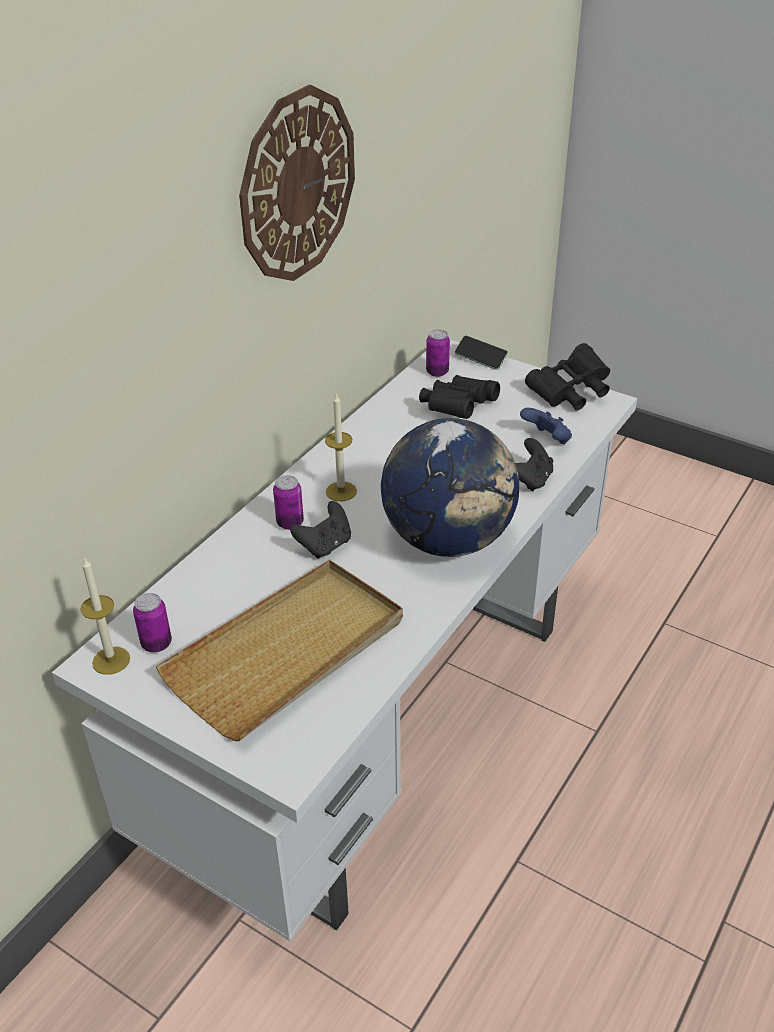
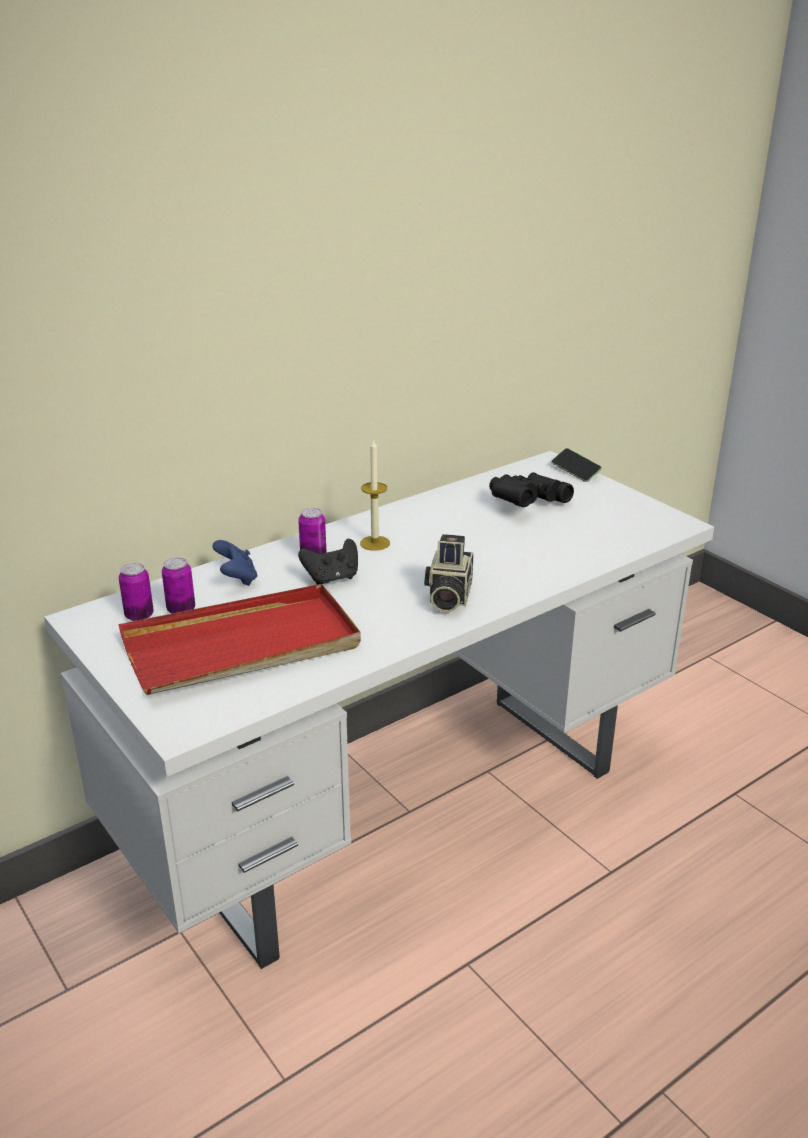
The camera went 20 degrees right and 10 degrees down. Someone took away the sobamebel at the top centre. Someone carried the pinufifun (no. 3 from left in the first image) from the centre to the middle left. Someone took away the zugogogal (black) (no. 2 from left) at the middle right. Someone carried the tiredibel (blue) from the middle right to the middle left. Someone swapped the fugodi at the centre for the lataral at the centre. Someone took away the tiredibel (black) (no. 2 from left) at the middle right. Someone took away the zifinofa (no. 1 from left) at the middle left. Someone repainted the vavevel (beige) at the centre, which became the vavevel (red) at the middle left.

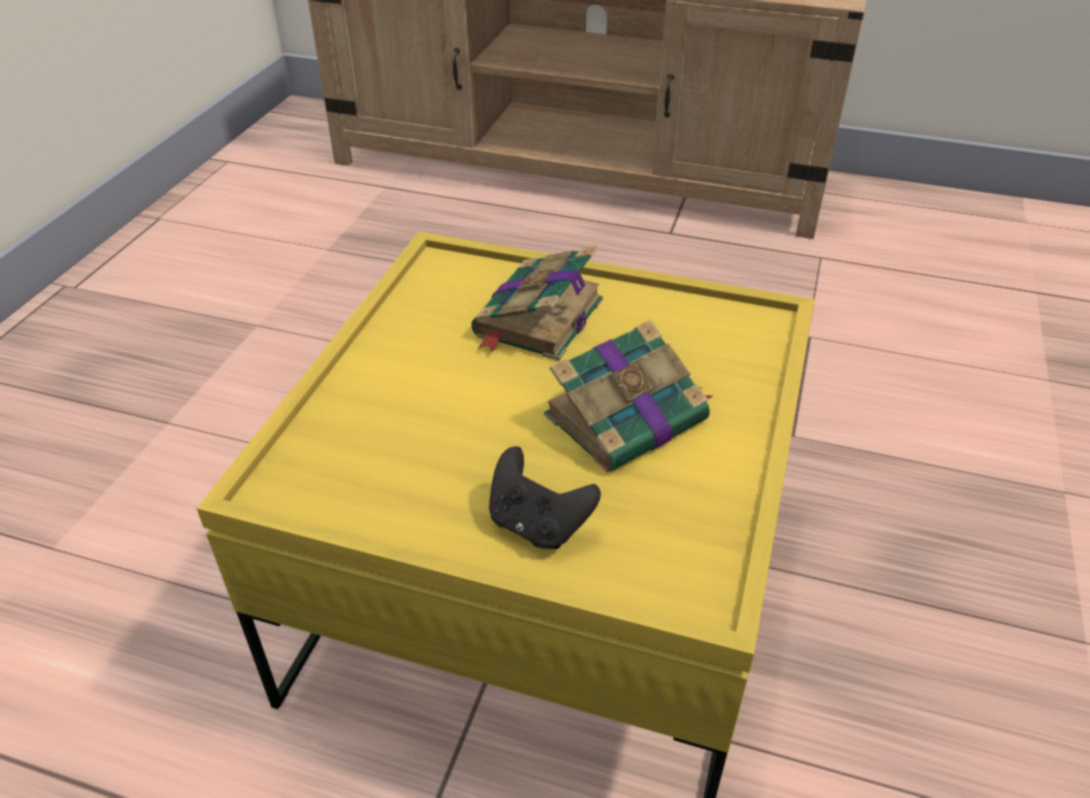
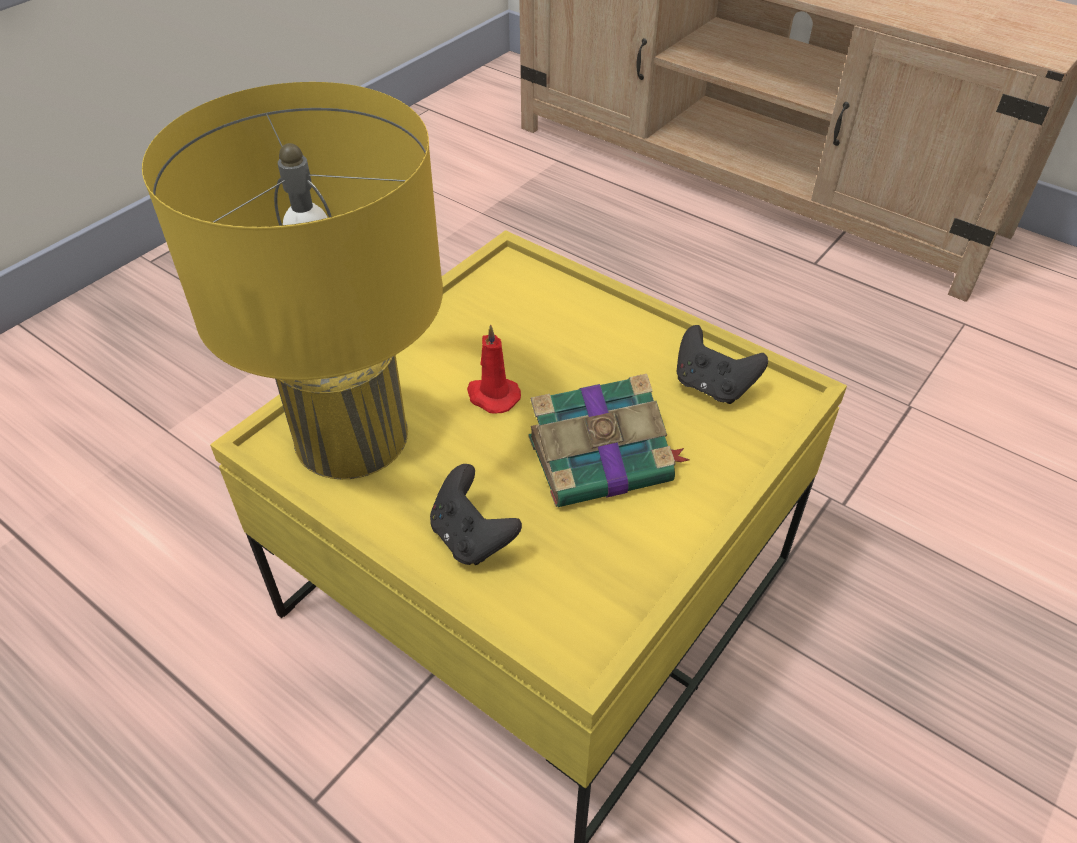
The camera went 20 degrees right and 5 degrees up. Someone took away the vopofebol (no. 1 from left) at the centre. Someone put down the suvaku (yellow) at the top left. Someone put down the zifinofa (red) at the centre. Someone put down the tiredibel (black) (no. 2 from left) at the middle right.

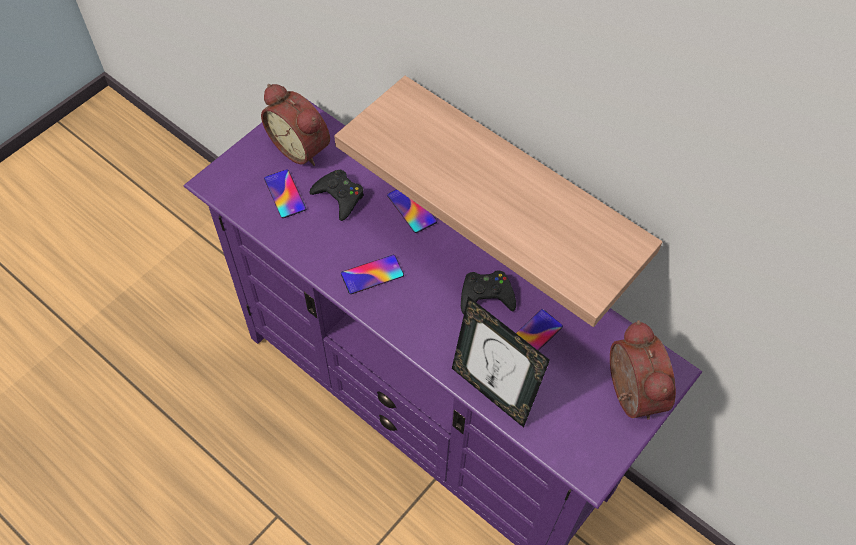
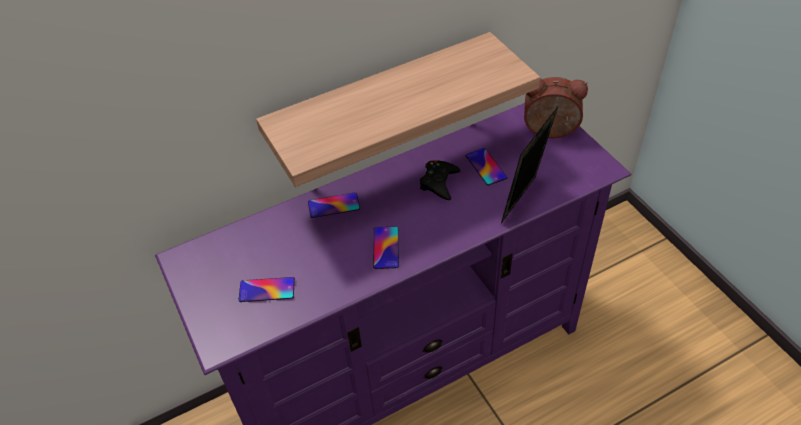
The camera went 65 degrees left and 10 degrees down. Someone took away the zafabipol (no. 1 from left) at the top centre. Someone took away the tiredibel (black) (no. 1 from left) at the centre. Someone rotated the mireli at the centre by 150 degrees clockwise.

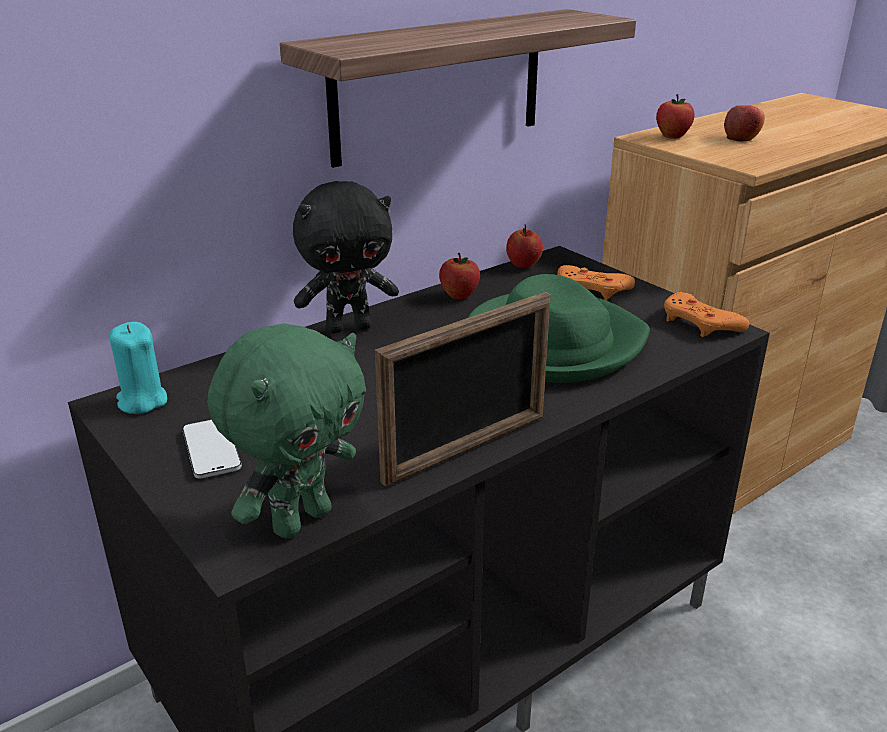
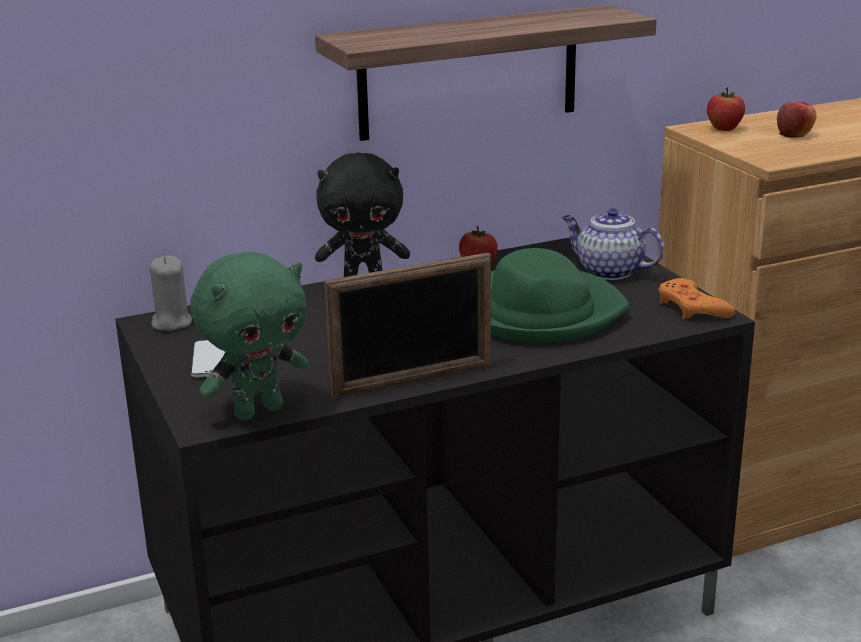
The camera went 15 degrees right and 5 degrees down. Someone took away the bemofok (no. 2 from left) at the centre. Someone swapped the tiredibel (orange) (no. 1 from left) at the middle right for the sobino at the middle right. Someone repainted the zifinofa (turquoise) at the middle left, which became the zifinofa (grey) at the middle left.

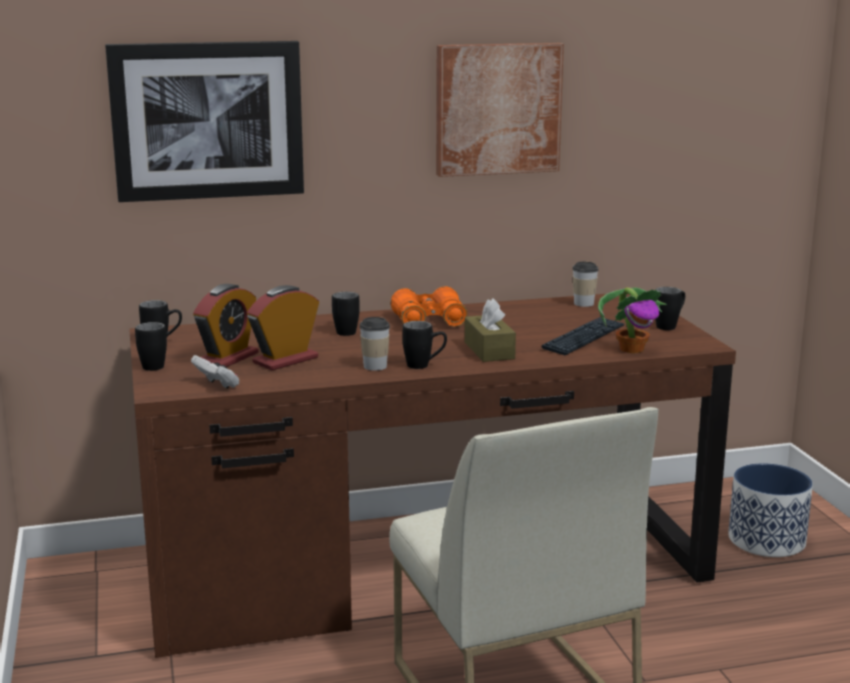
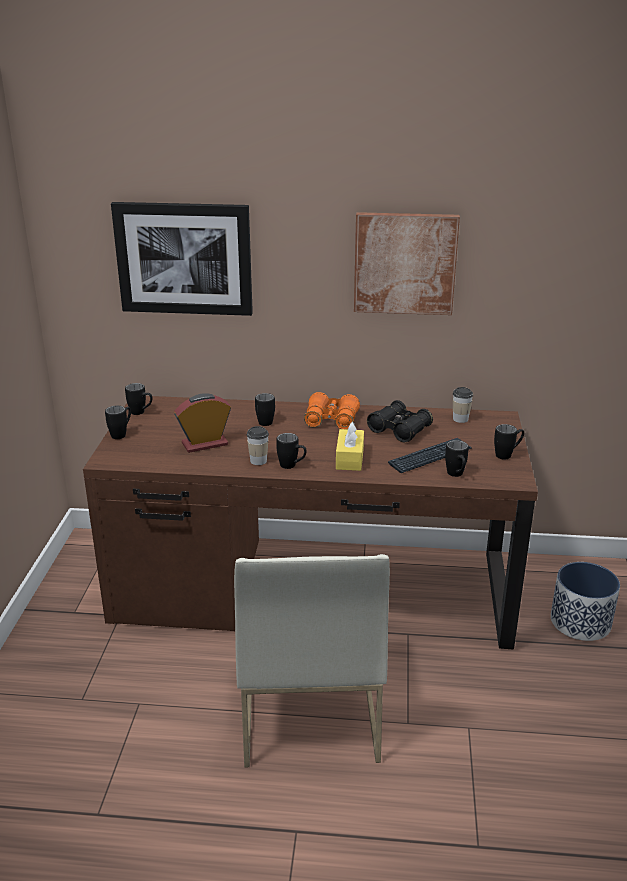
The camera went 20 degrees right and 10 degrees up. Someone took away the zafabipol (no. 1 from left) at the middle left. Someone swapped the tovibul at the middle right for the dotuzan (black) (no. 5 from left) at the middle right. Someone repainted the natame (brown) at the centre, which became the natame (yellow) at the centre. Someone took away the tiredibel (white) at the middle left. Someone put down the zugogogal (black) at the centre.

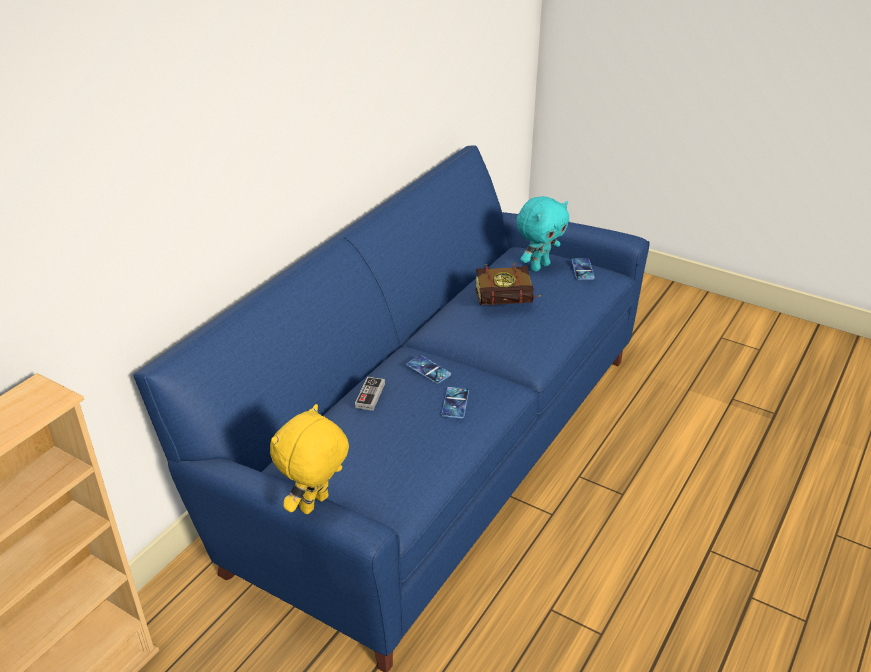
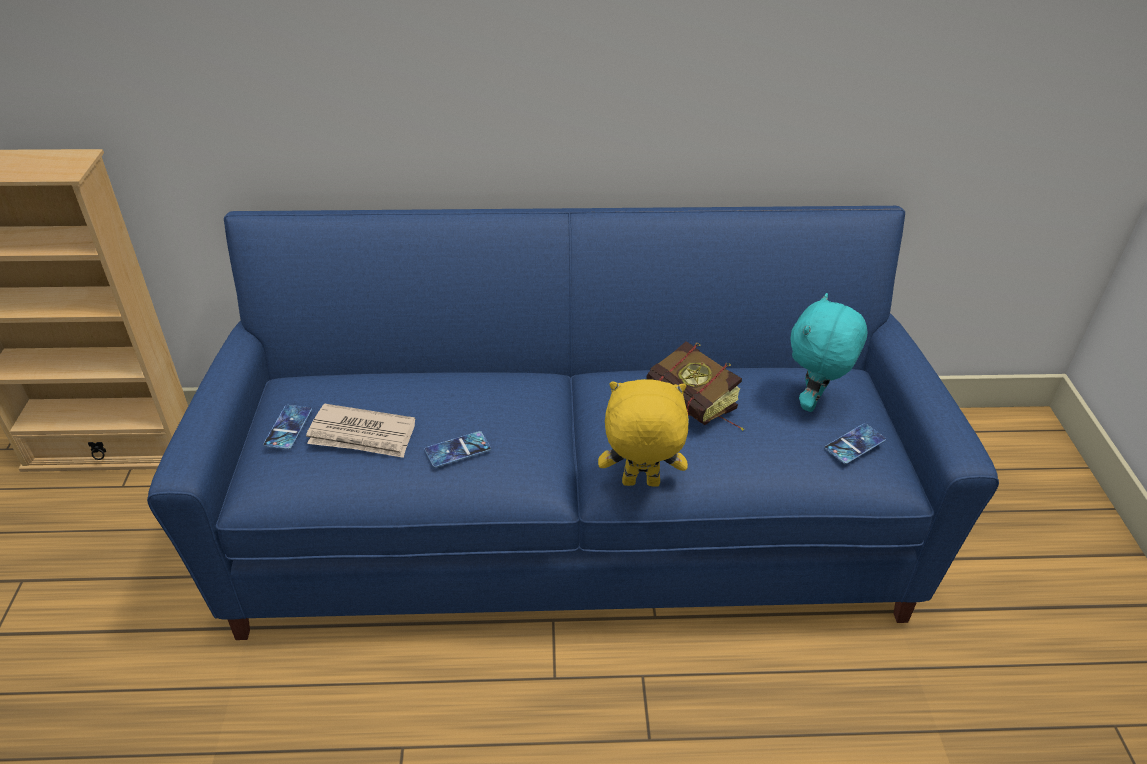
The camera went 55 degrees right and 5 degrees up. Someone rotated the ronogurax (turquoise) at the centre by 105 degrees clockwise. Someone carried the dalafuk (no. 1 from left) from the centre to the middle left. Someone took away the tiredibel at the centre. Someone carried the ronogurax (yellow) from the bottom centre to the centre. Someone put down the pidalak at the middle left.

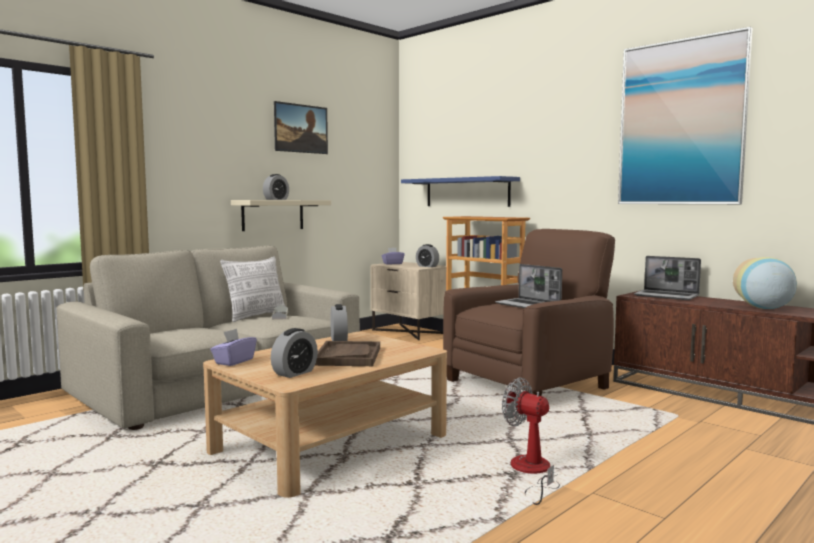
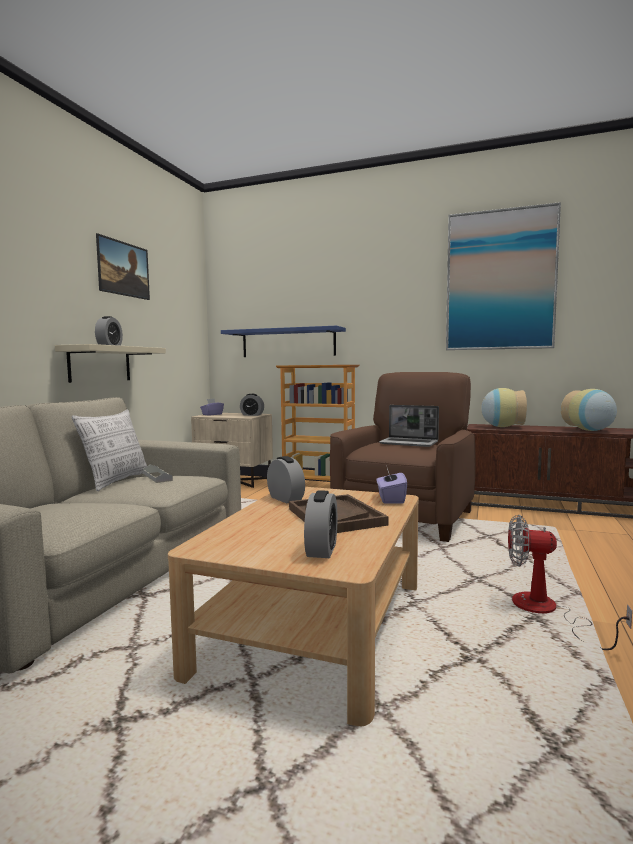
The camera went 25 degrees left and 0 degrees up. Someone swapped the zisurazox (no. 2 from left) at the middle right for the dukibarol (no. 1 from left) at the middle right. Someone carried the natame (purple) (no. 1 from left in the first image) from the middle left to the centre.

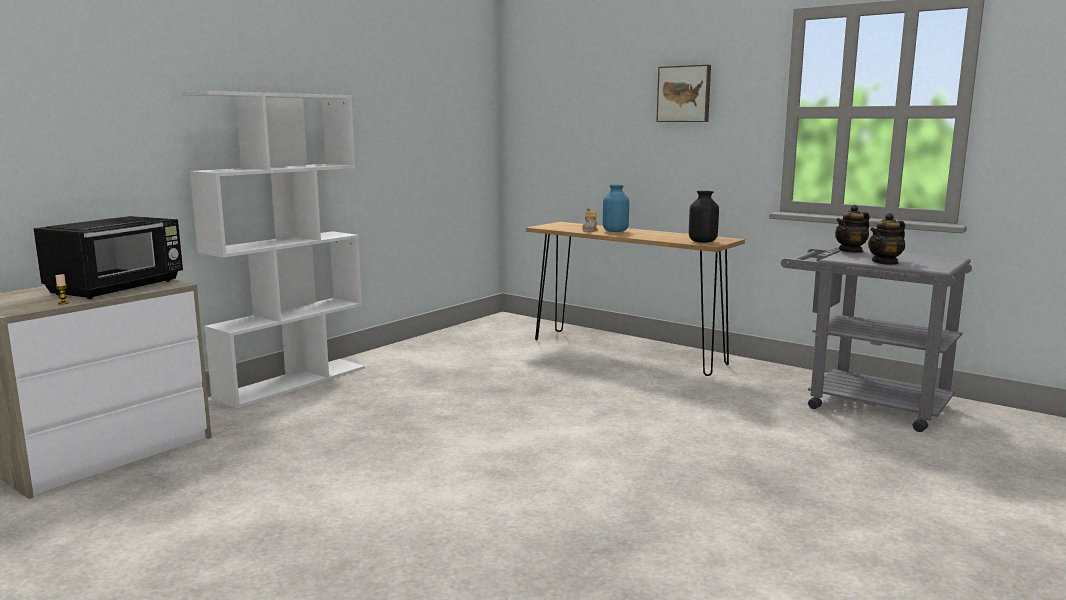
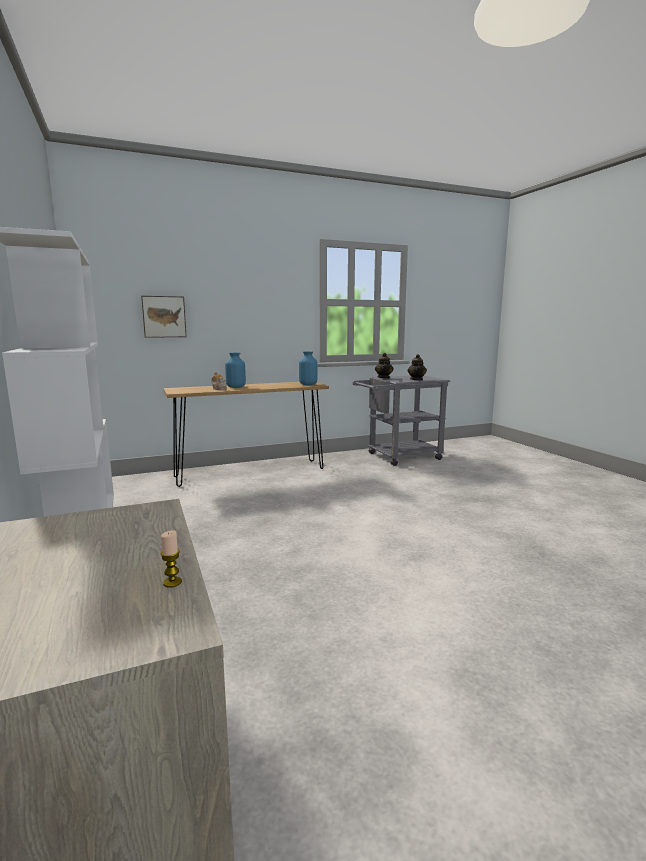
The camera went 60 degrees left and 0 degrees up. Someone carried the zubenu from the top centre to the middle left. Someone repainted the dukibarol (black) at the centre, which became the dukibarol (blue) (no. 2 from left) at the centre. Someone took away the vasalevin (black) at the middle left.

